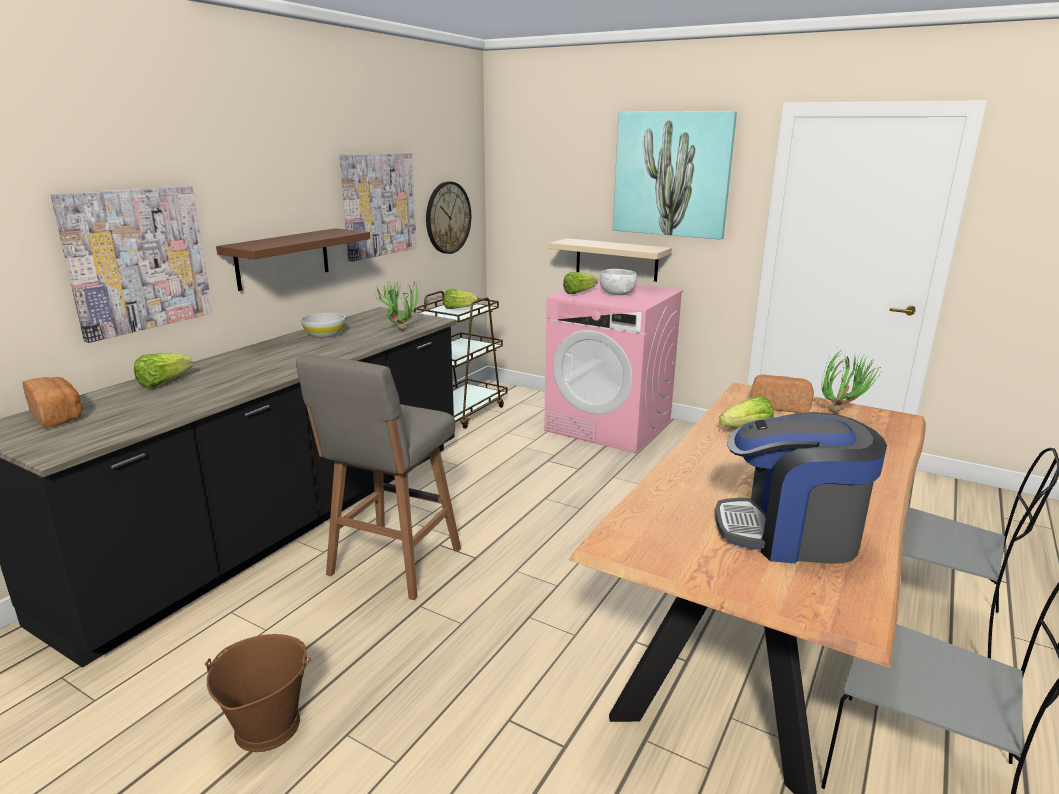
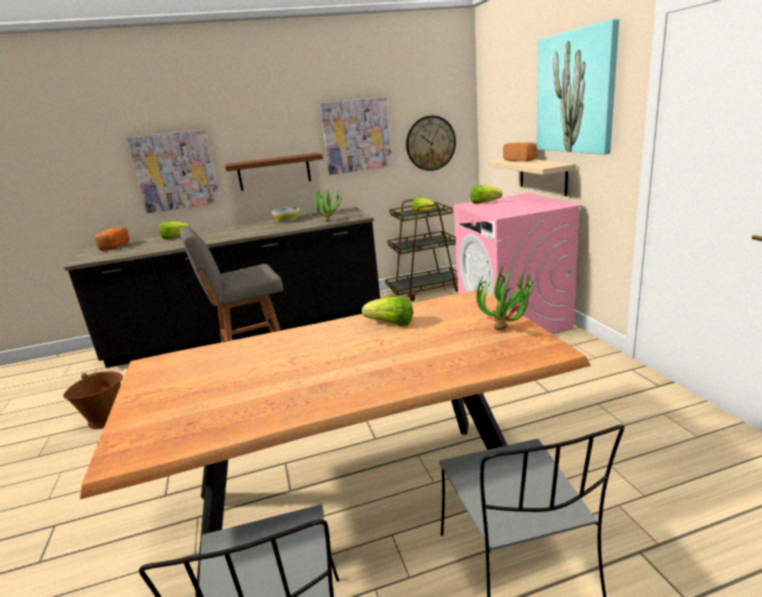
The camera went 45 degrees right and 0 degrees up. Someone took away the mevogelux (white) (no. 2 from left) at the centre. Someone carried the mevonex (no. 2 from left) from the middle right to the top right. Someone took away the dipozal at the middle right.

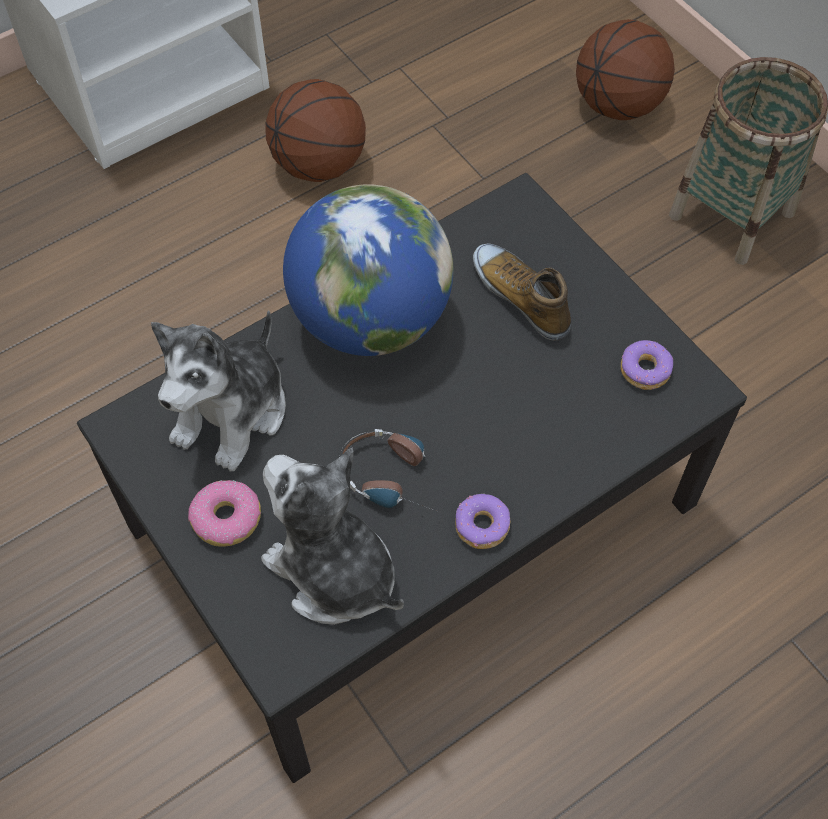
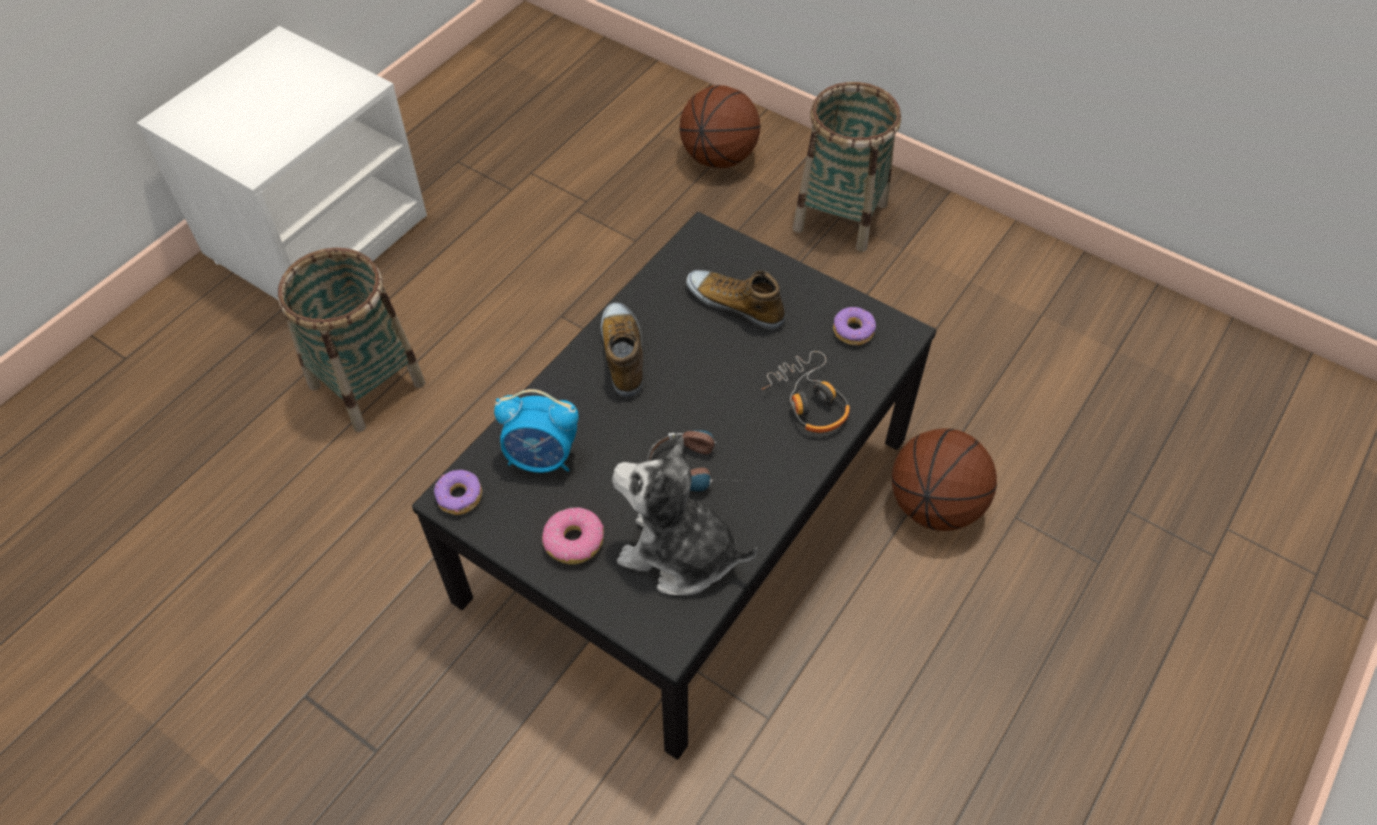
The camera went 20 degrees left and 5 degrees down. Someone carried the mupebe (no. 1 from left in the first image) from the top centre to the middle right. Someone swapped the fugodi at the top centre for the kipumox (no. 1 from left) at the centre. Someone swapped the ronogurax (no. 1 from left) at the middle left for the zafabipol at the centre. Someone carried the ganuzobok (no. 2 from left in the first image) from the centre to the middle left. Someone put down the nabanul (no. 1 from left) at the middle left. Someone put down the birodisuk (no. 2 from left) at the centre.

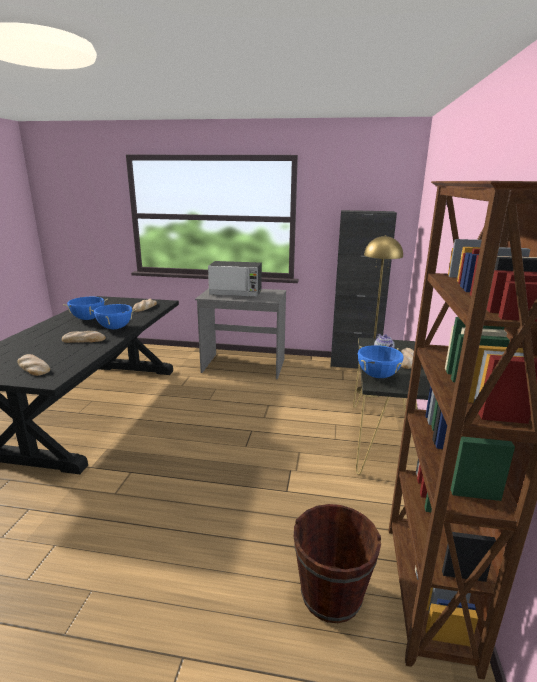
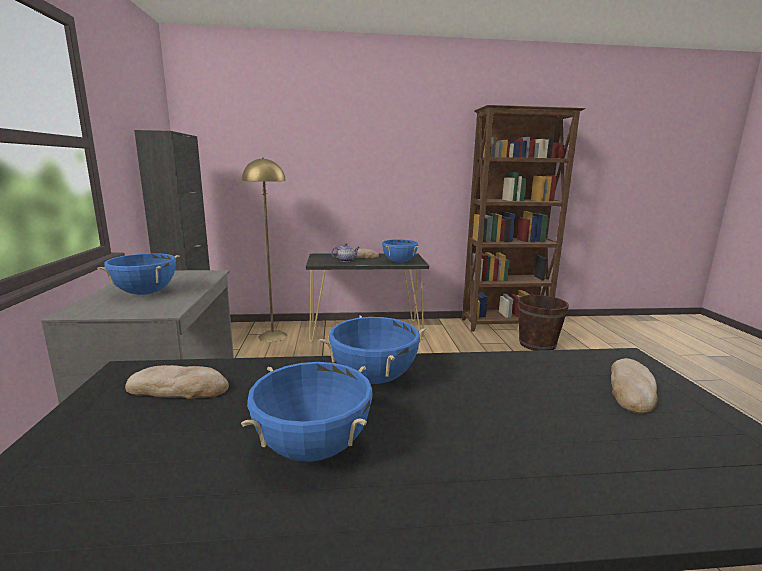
The camera went 105 degrees left and 5 degrees down. Someone swapped the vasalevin at the centre for the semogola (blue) (no. 1 from left) at the middle left. Someone took away the mevonex (no. 2 from left) at the middle left.

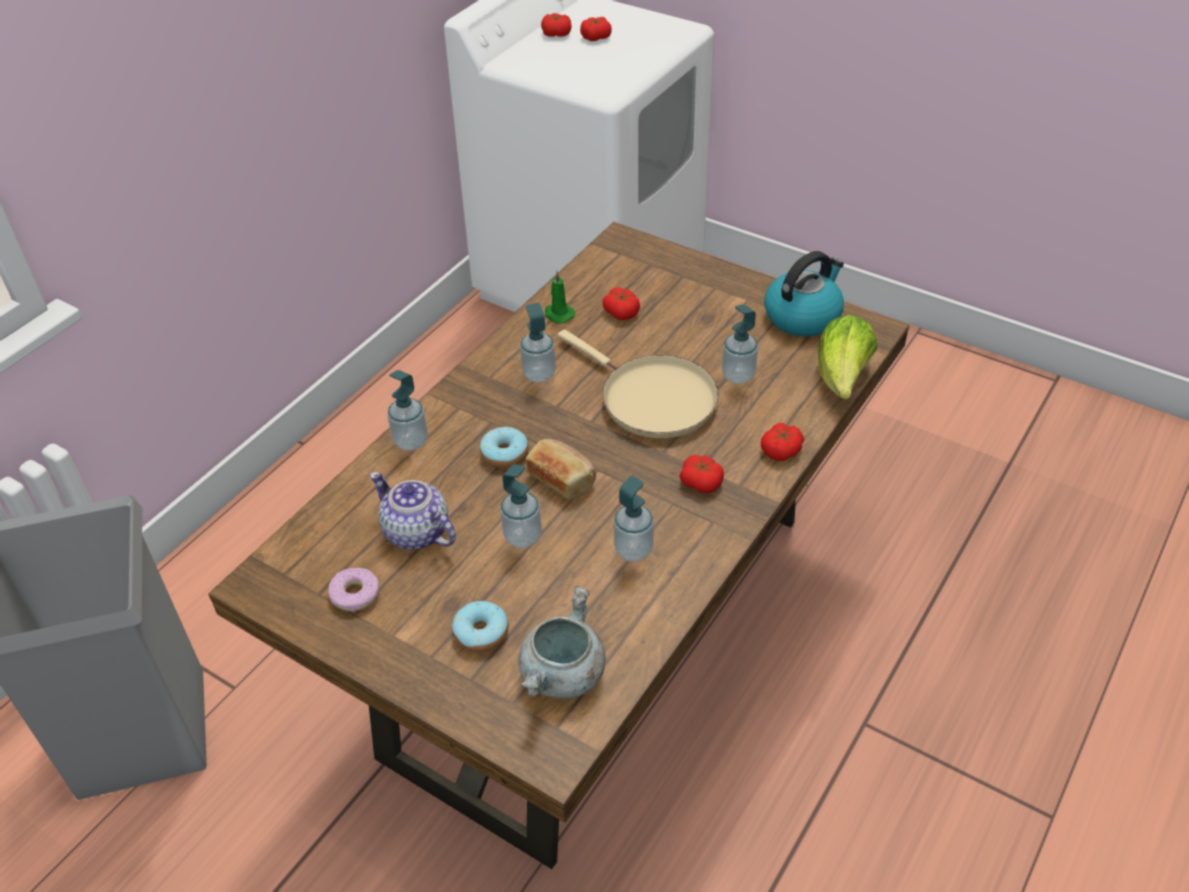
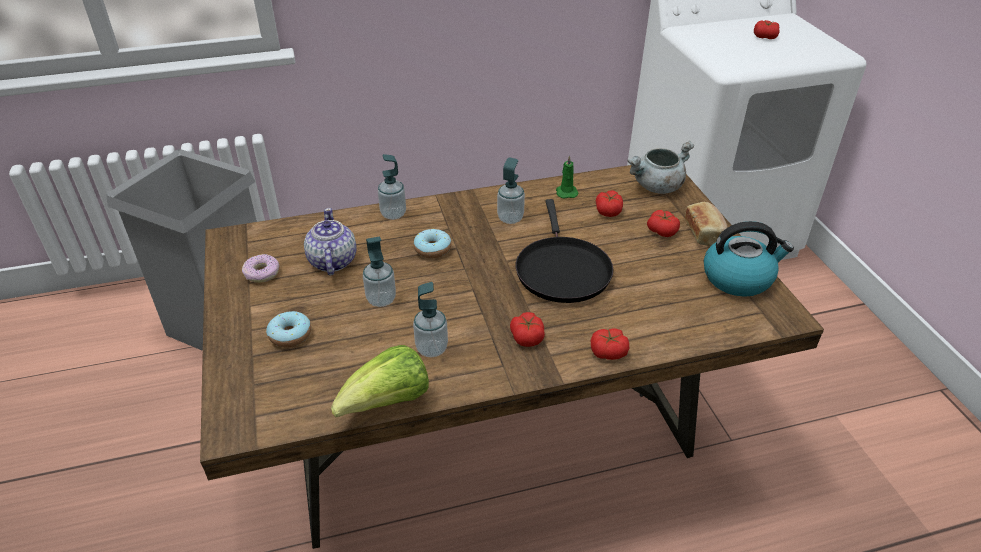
The camera went 40 degrees right and 5 degrees down. Someone carried the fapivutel (no. 1 from left in the first image) from the top centre to the middle right. Someone took away the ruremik (no. 5 from left) at the centre. Someone carried the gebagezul from the middle right to the bottom centre. Someone repainted the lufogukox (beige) at the centre, which became the lufogukox (black) at the centre. Someone carried the mevonex from the centre to the middle right. Someone carried the semogola (grey) from the bottom centre to the top right.

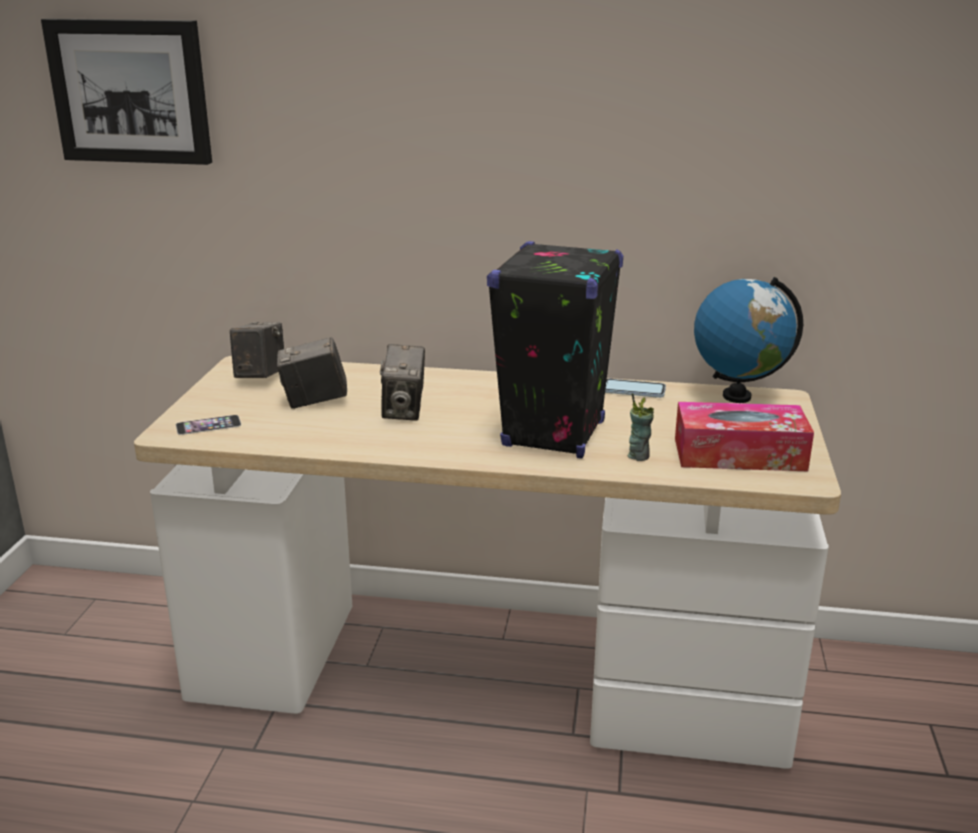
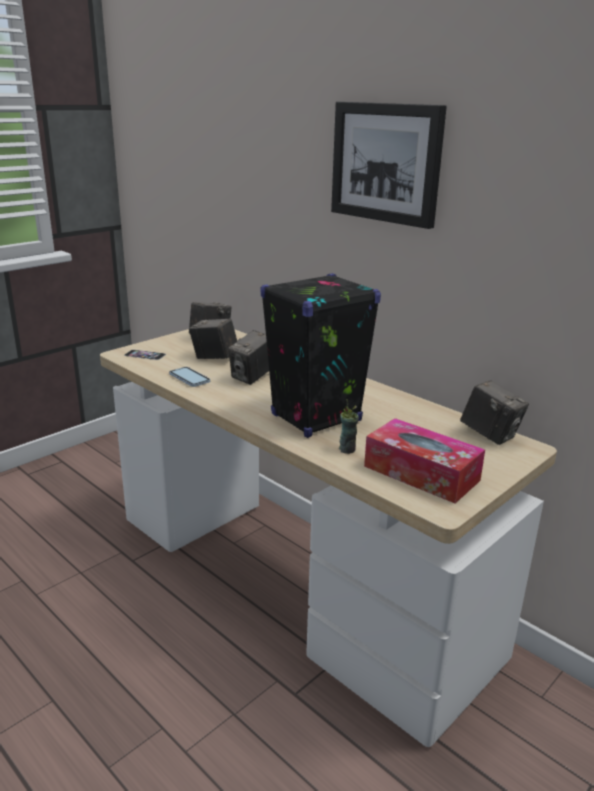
The camera went 35 degrees right and 0 degrees up. Someone carried the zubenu from the top left to the top centre. Someone swapped the fugodi at the middle right for the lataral (no. 4 from left) at the middle right. Someone carried the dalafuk (no. 2 from left) from the centre to the middle left.

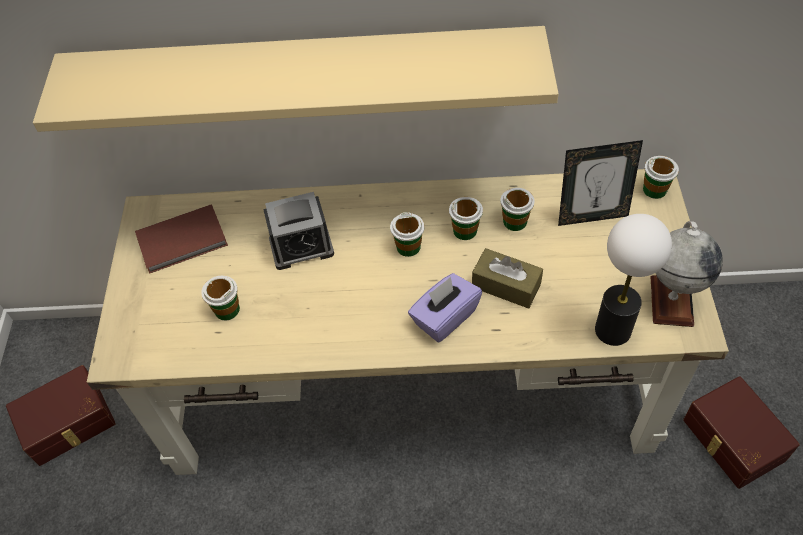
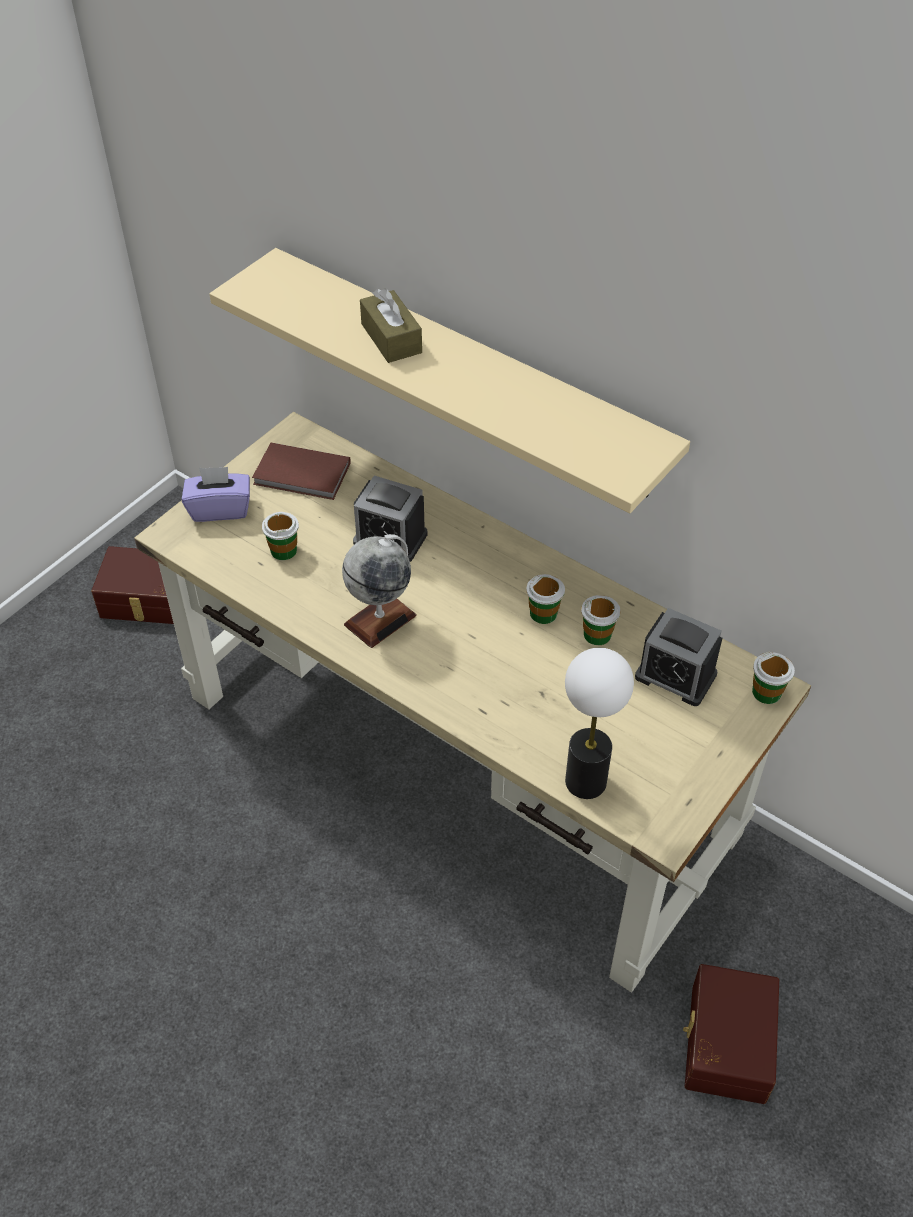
The camera went 35 degrees right and 5 degrees down. Someone swapped the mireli at the middle right for the zafabipol (no. 2 from left) at the middle right. Someone took away the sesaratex (no. 2 from left) at the centre. Someone carried the fugodi from the middle right to the centre. Someone carried the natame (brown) from the centre to the top centre. Someone carried the natame (purple) from the centre to the middle left.

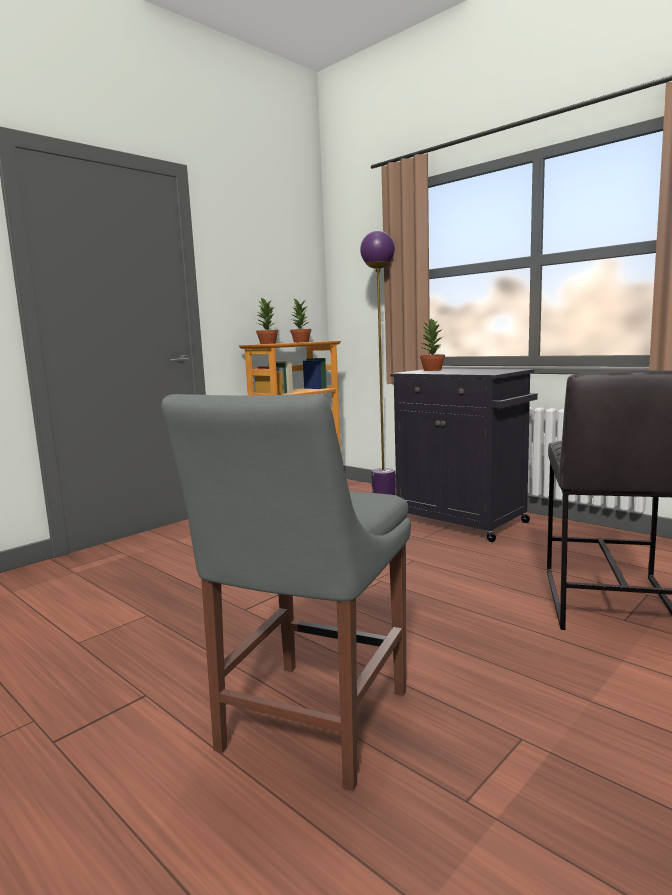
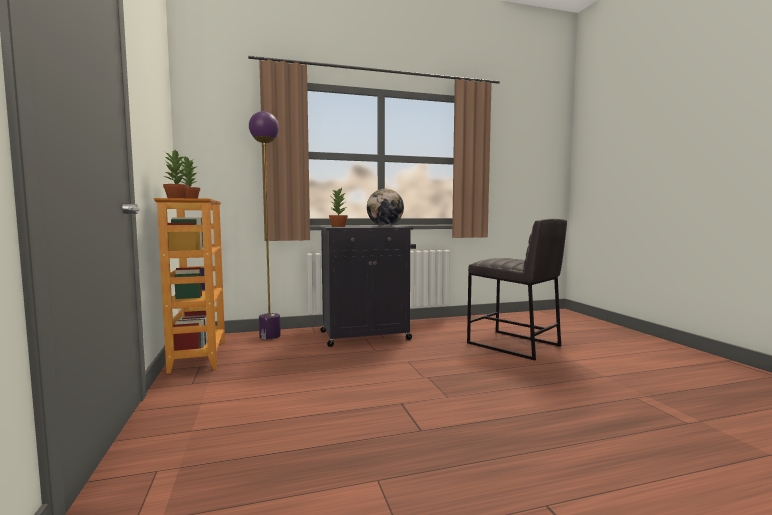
The camera went 60 degrees left and 5 degrees down. Someone took away the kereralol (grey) at the centre. Someone put down the fugodi at the centre.

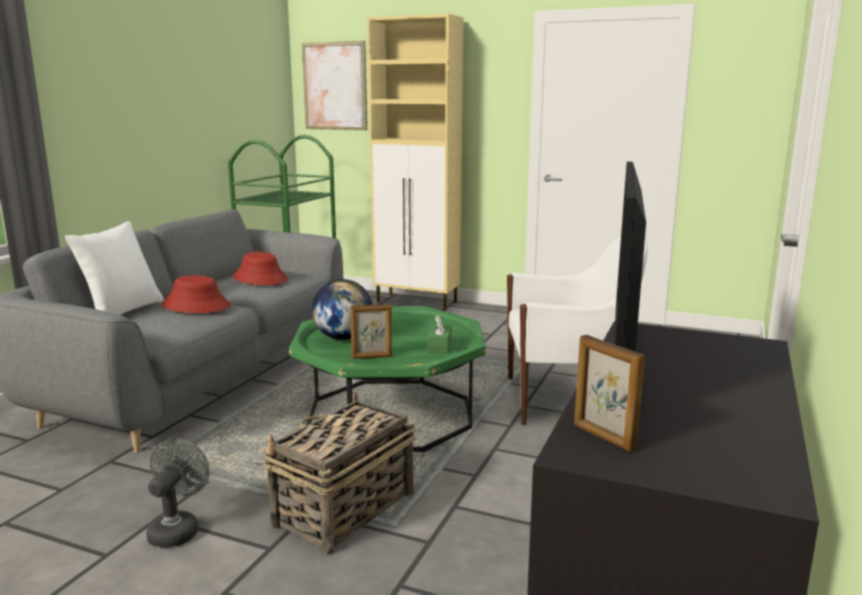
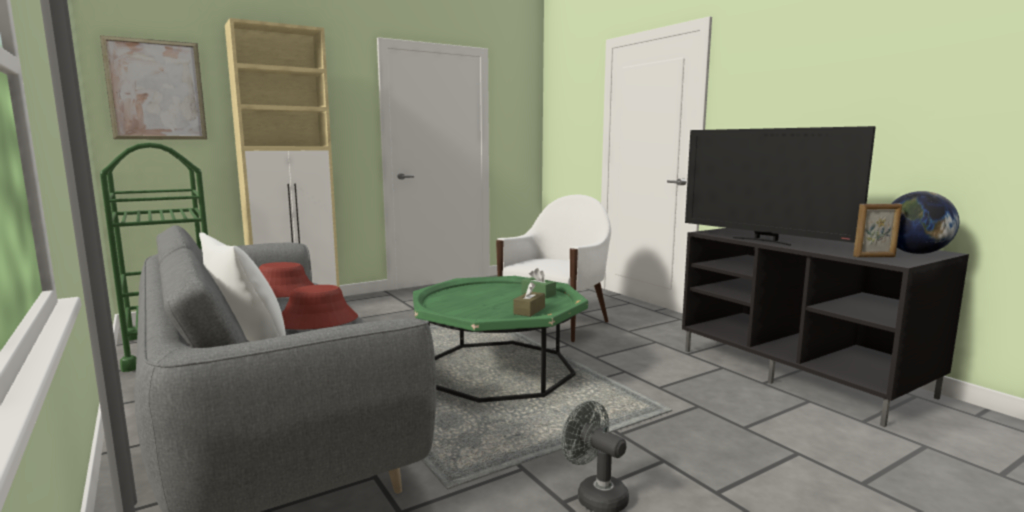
The camera went 55 degrees left and 5 degrees down. Someone carried the fugodi from the centre to the middle right. Someone swapped the mireli (no. 1 from left) at the centre for the natame (brown) at the centre. Someone took away the nabanul at the bottom centre.

